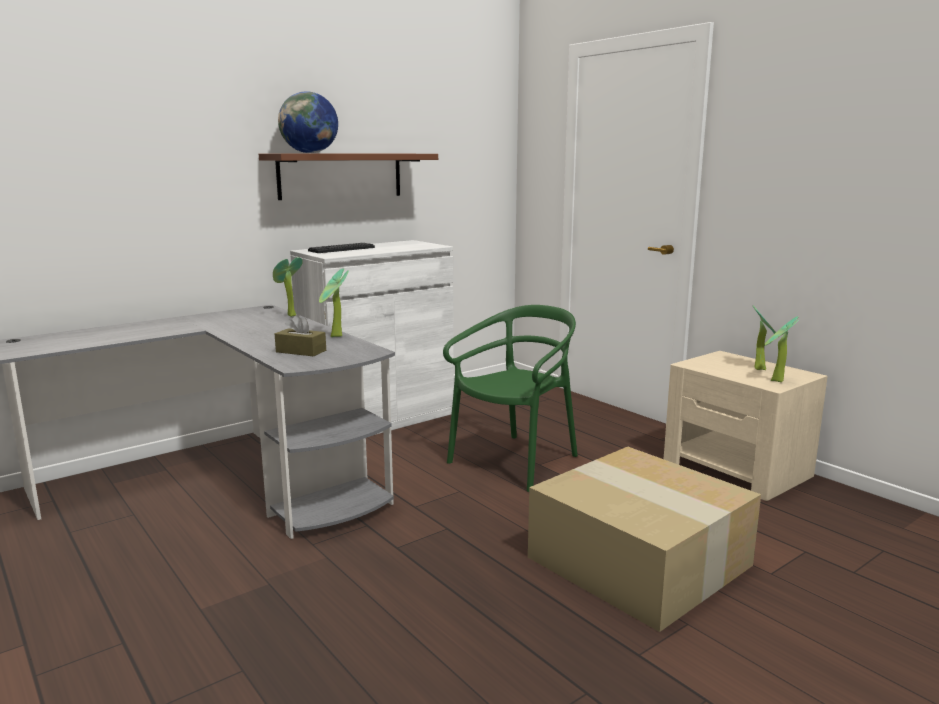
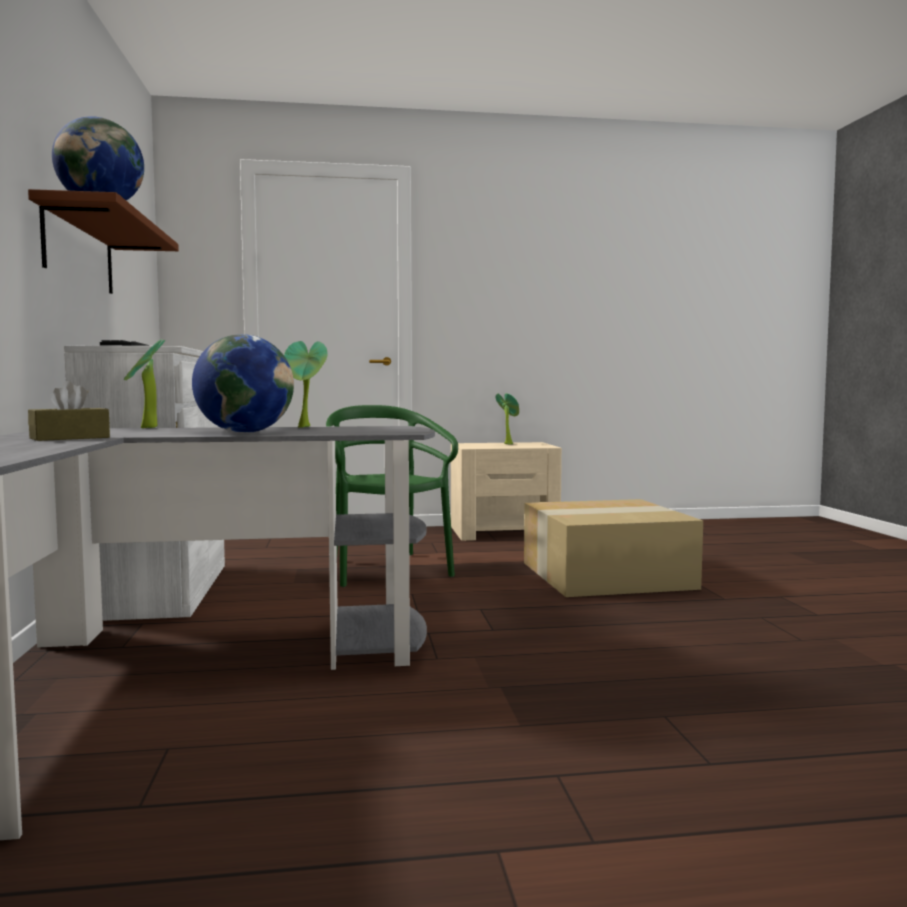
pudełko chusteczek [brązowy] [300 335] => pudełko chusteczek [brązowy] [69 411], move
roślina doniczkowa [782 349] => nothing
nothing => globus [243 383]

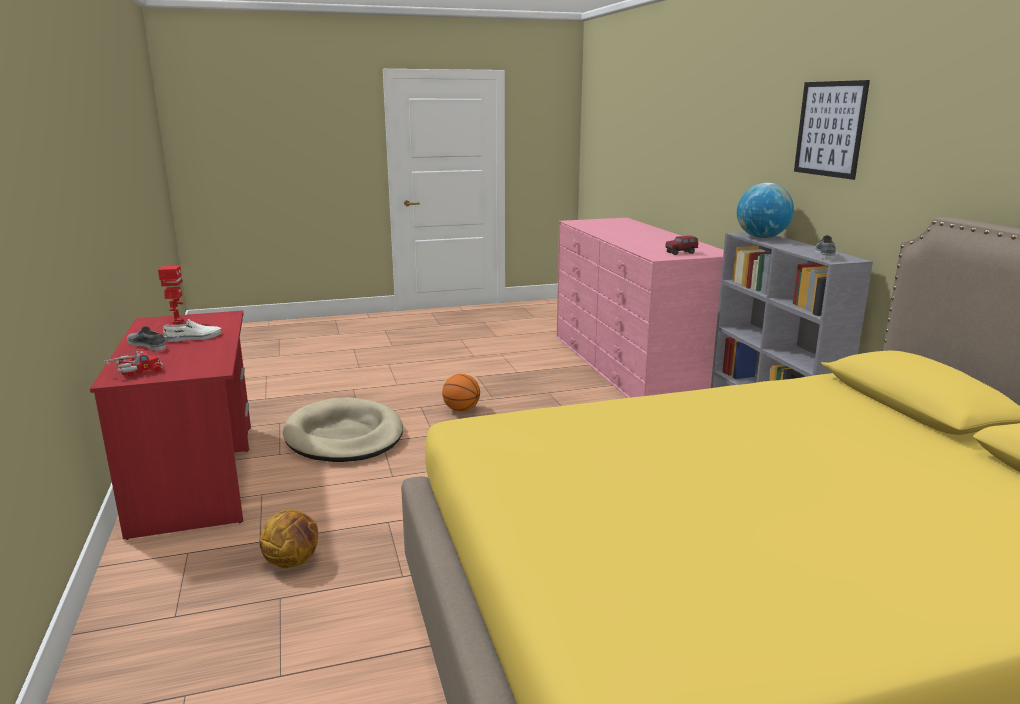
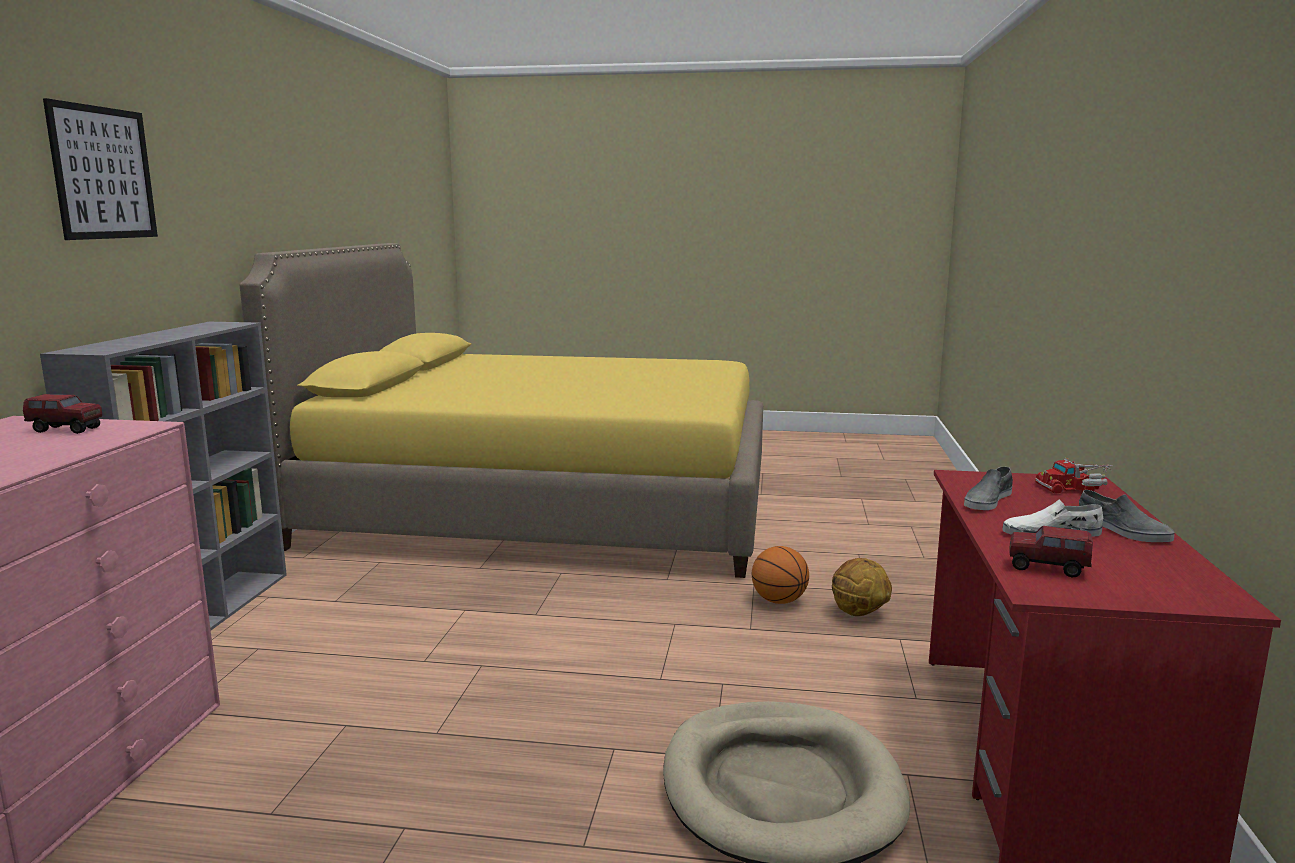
robot zabawkowy [171 295] => nothing
piłka do koszykówki [461 393] => piłka do koszykówki [780 575], move
globus [765 210] => nothing
but [szary] [825 247] => but [szary] [988 488], move
nothing => ciężarówka zabawkowa [1051 551]

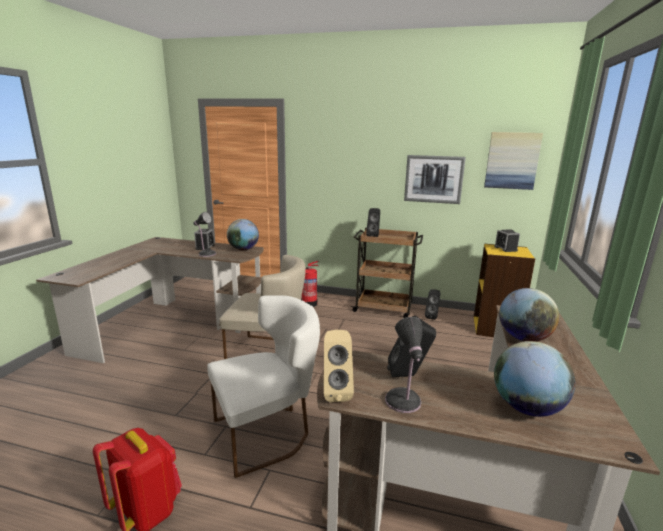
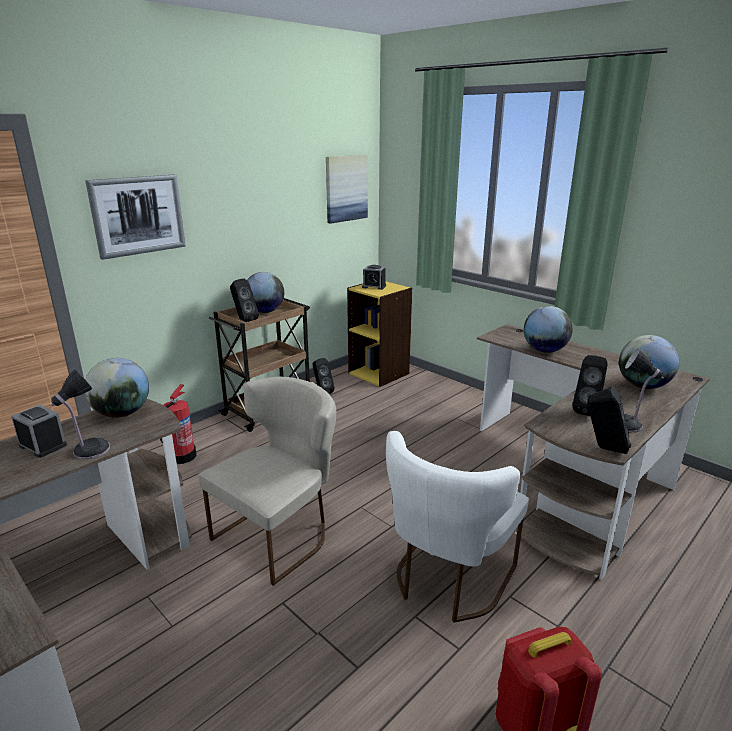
krzesło [biały] [263 386] => krzesło [biały] [457 527], 150 degrees counterclockwise
głośnik [beżowy] [339 366] => głośnik [czarny] [609 420]
obraz [435 179] => obraz [135 217], move
nothing => globus [265 292]

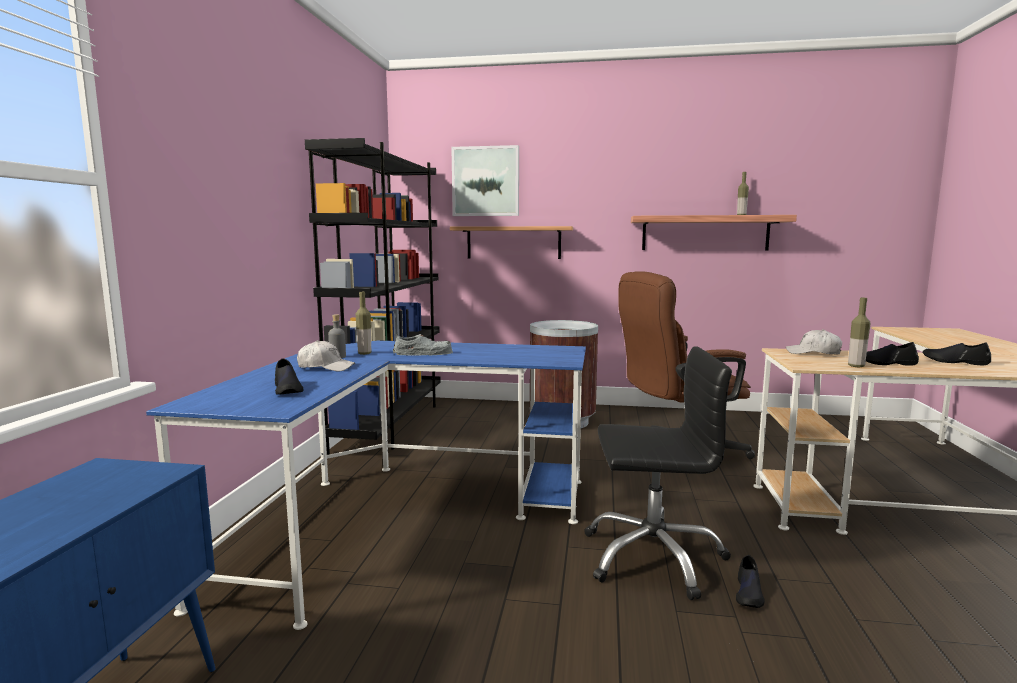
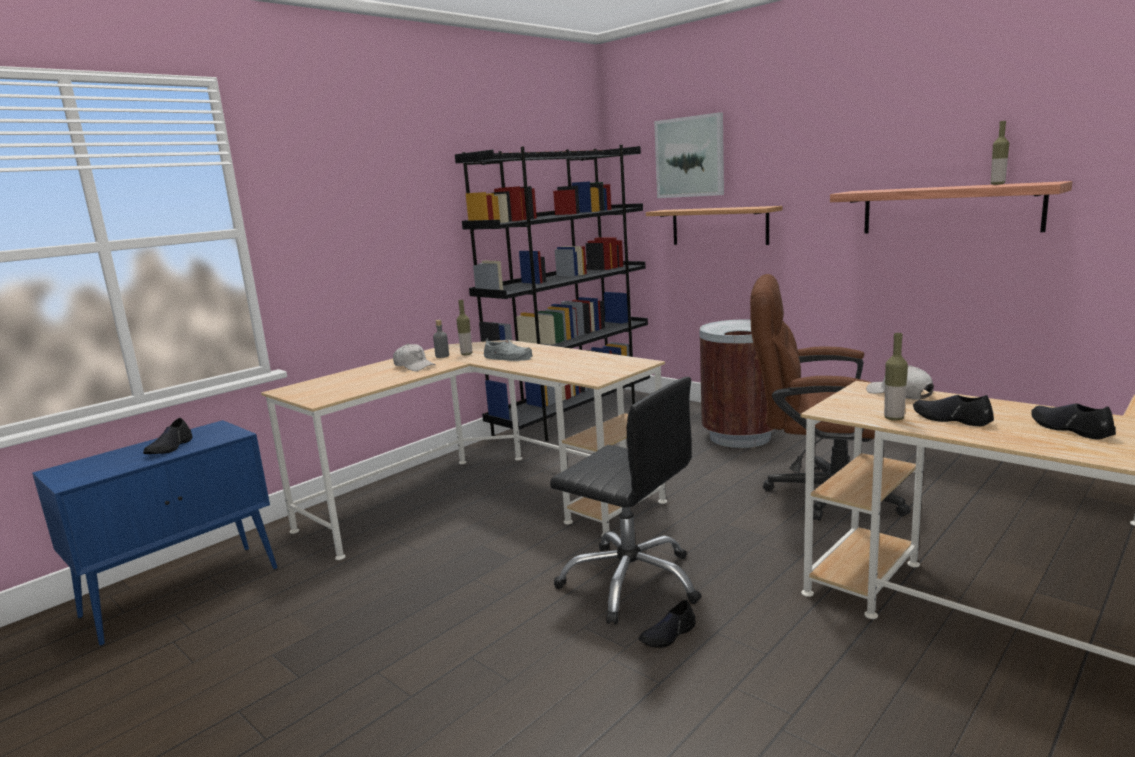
biurko [niebieski] [366 485] => biurko [beżowy] [464 450]
but [czarny] [289 376] => but [czarny] [167 436], move

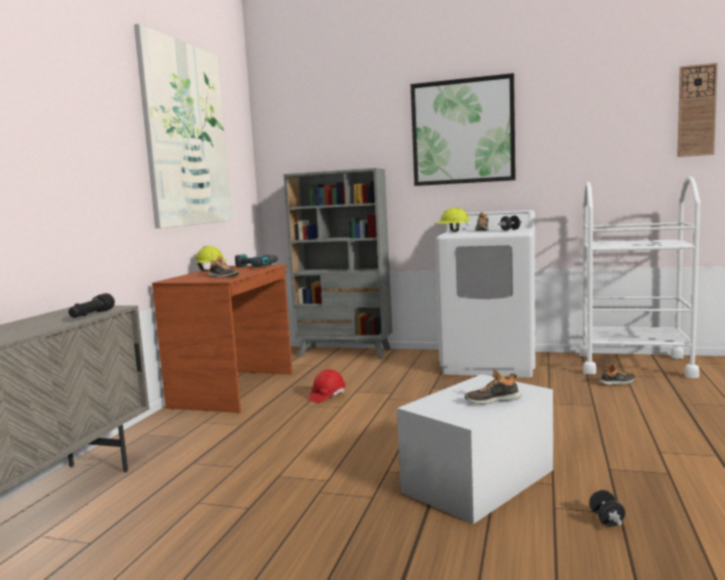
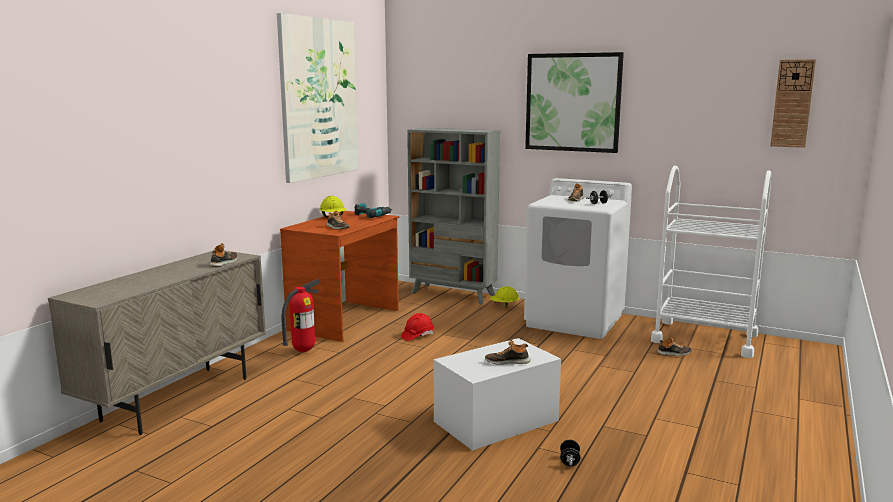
latarka [czarny] [91 305] => but [223 255]
kask [żółty] [453 219] => kask [żółty] [505 296], move
nothing => gaśnica [301 315]

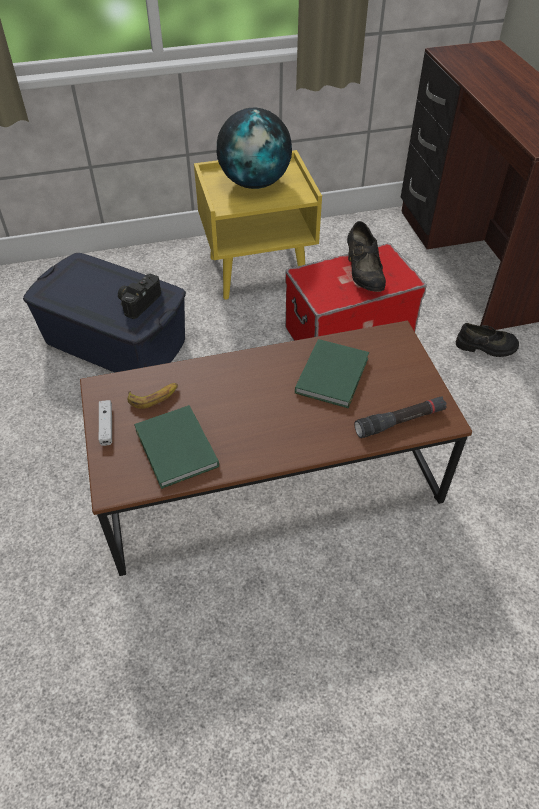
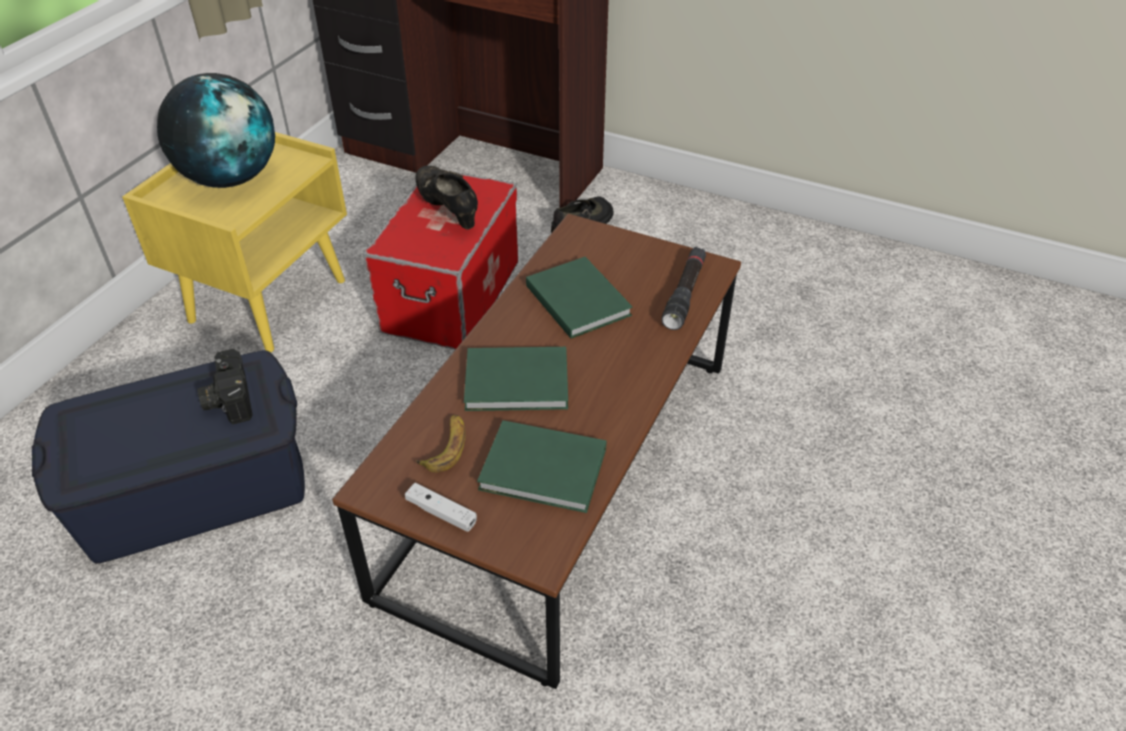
but [czarny] [366 256] => but [czarny] [446 197], 150 degrees counterclockwise
nothing => książka [zielony] [516 379]

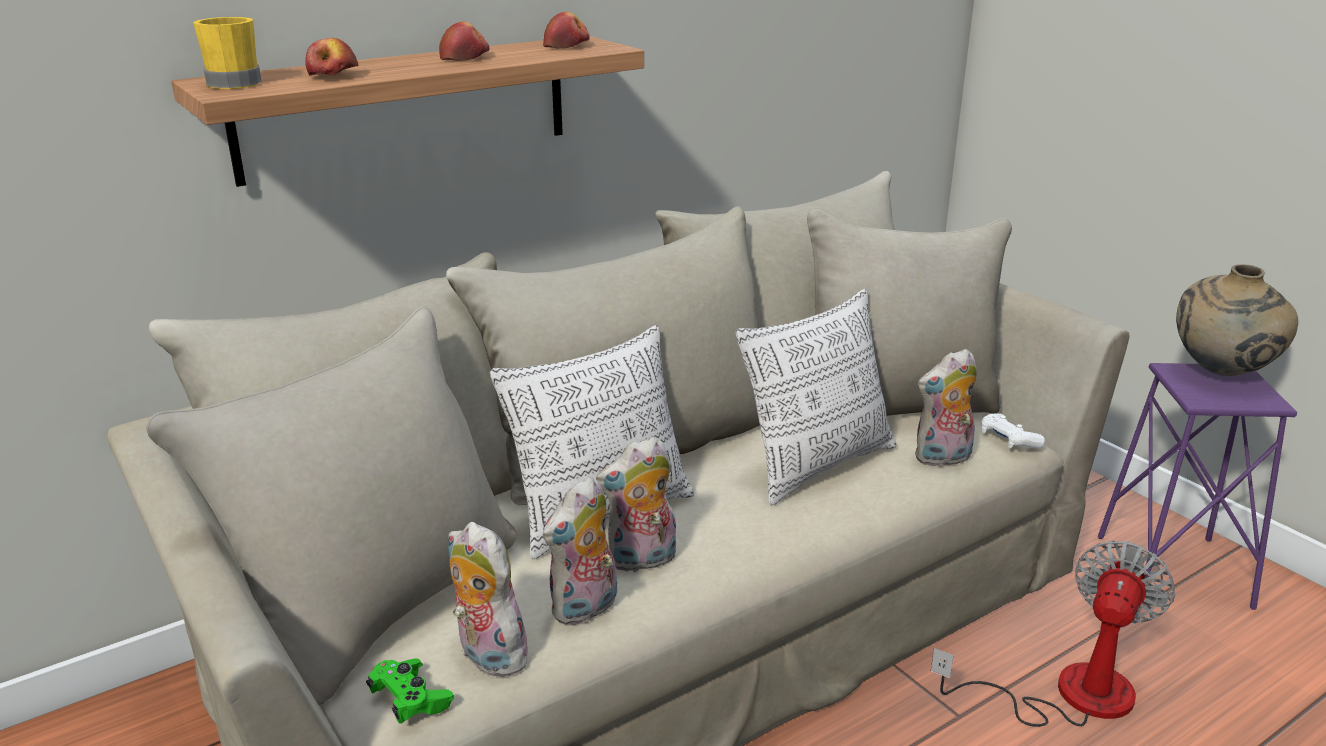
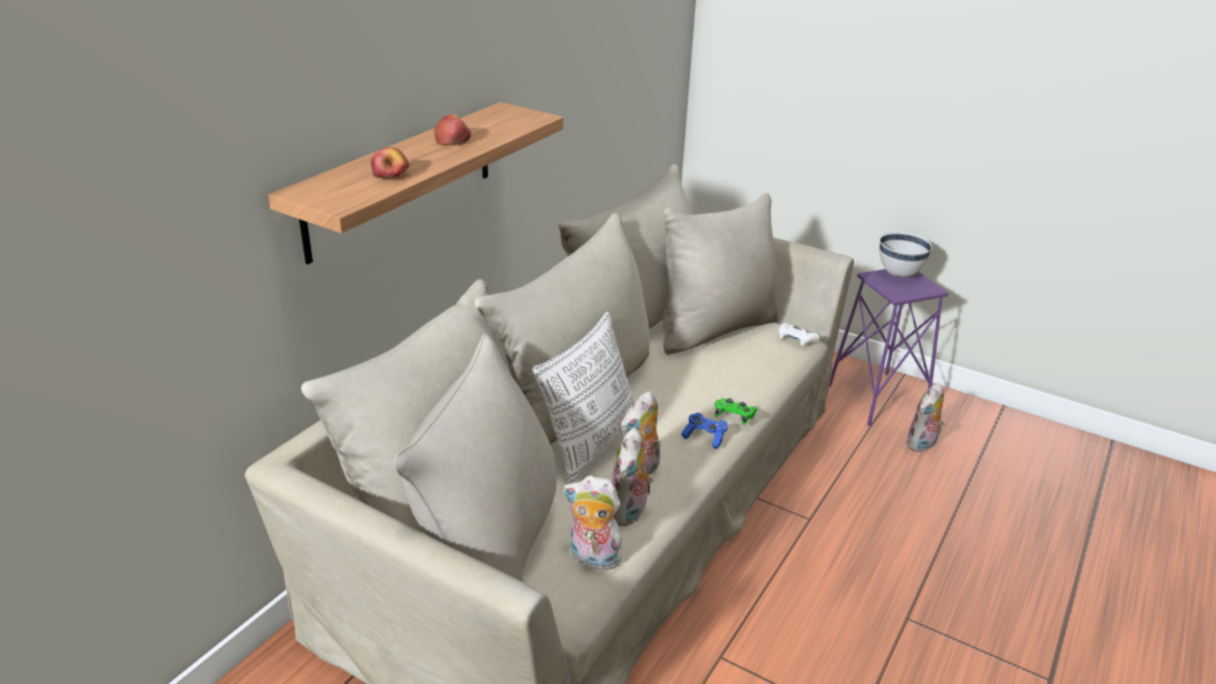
kubek [żółty] [227 53] => nothing
pad do gier [zielony] [410 691] => pad do gier [zielony] [736 411], move
jabłko [566 30] => nothing
poduszka [816 397] => nothing
pluszak [946 408] => pluszak [925 417], move
wentylator [1053 634] => nothing
wazon [beżowy] [1237 320] => miska [biały] [905 254]
nothing => pad do gier [niebieski] [704 431]

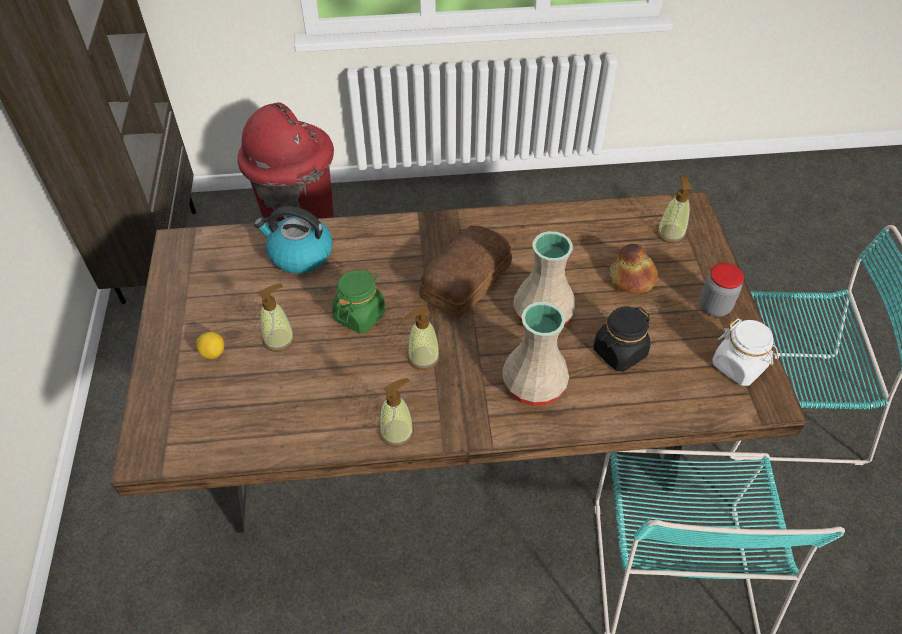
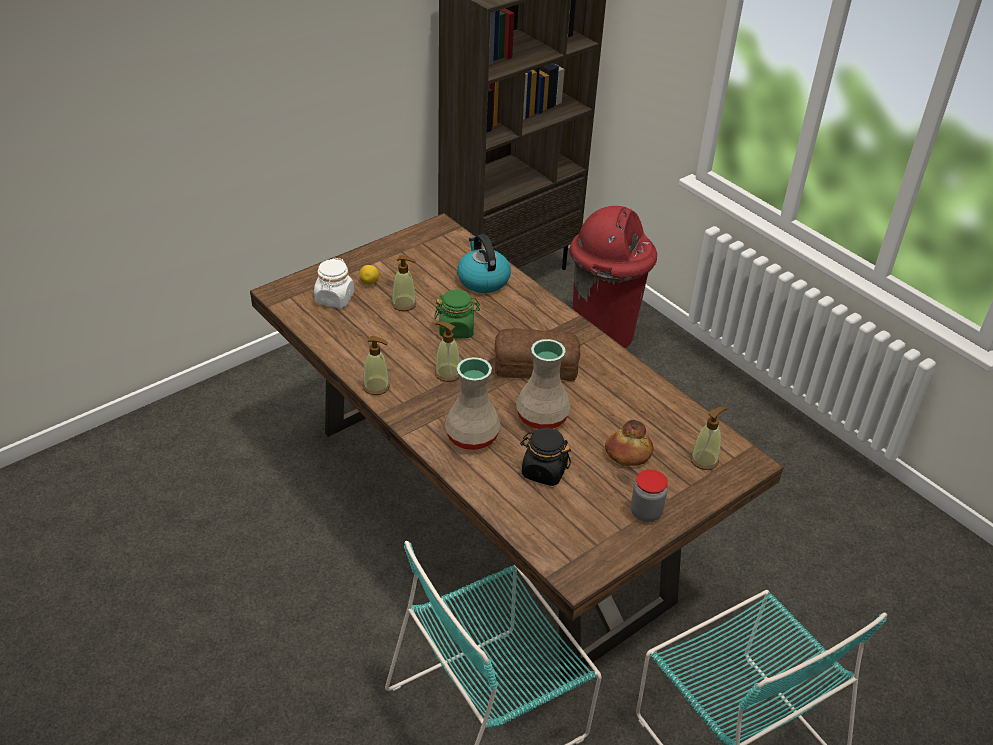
słoik [biały] [745 352] => słoik [biały] [334 283], move

